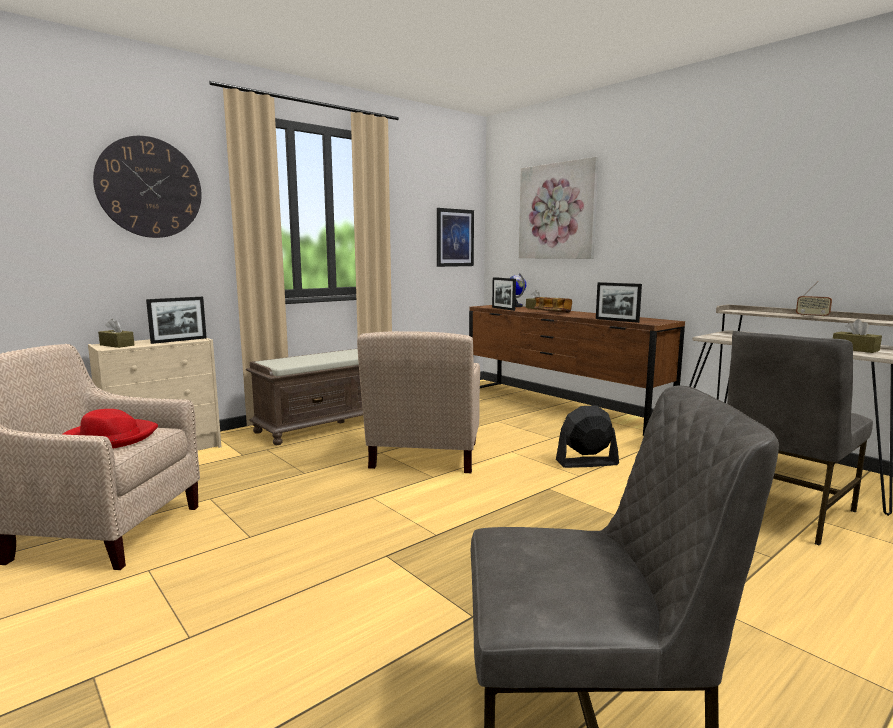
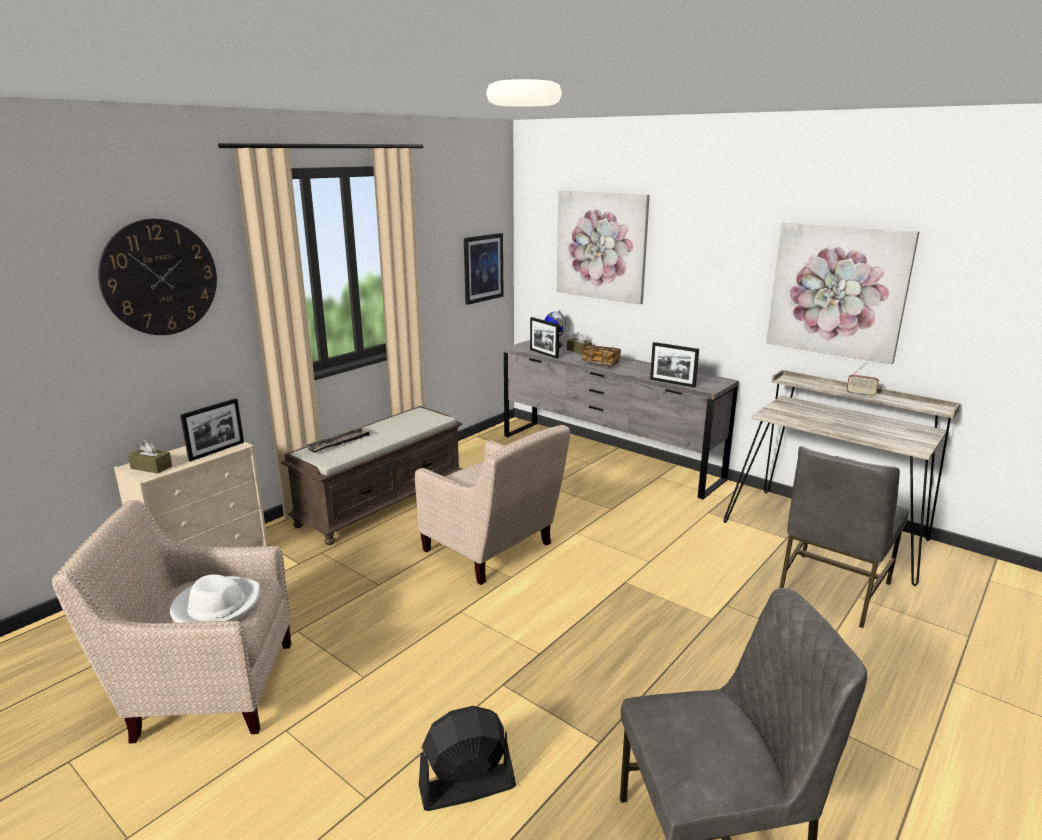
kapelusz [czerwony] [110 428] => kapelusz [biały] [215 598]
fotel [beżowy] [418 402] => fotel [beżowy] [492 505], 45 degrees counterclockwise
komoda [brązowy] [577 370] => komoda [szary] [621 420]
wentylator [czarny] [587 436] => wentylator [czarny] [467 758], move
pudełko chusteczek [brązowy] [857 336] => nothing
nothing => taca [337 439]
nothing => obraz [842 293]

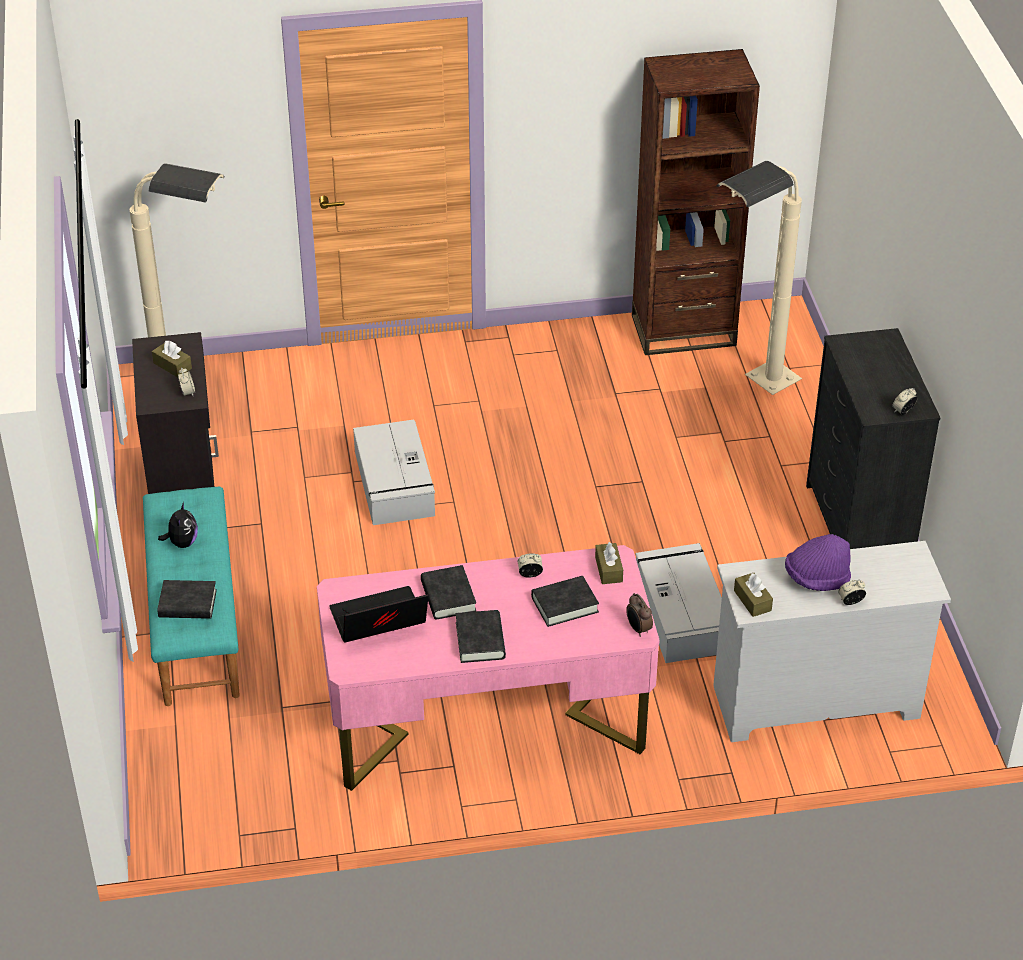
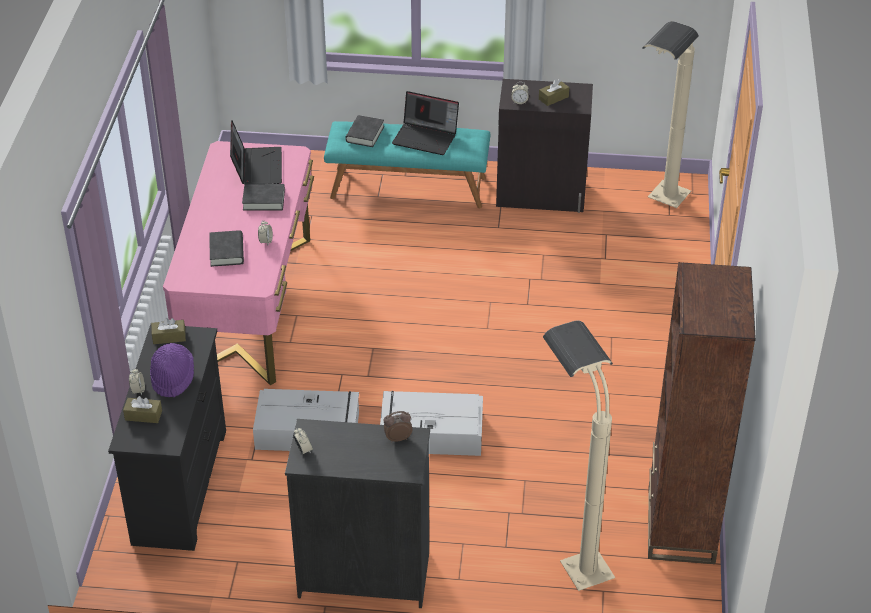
pluszak [178 525] => laptop [425 123]
pojemnik do przechowywania [szary] [394 472] => pojemnik do przechowywania [szary] [431 423], move
książka [czarny] [481 636] => nothing
pudełko chusteczek [brązowy] [609 563] => pudełko chusteczek [brązowy] [142 409], move
budzik [640 615] => budzik [398 427], move
komoda [biały] [832 641] => komoda [czarny] [167 437]

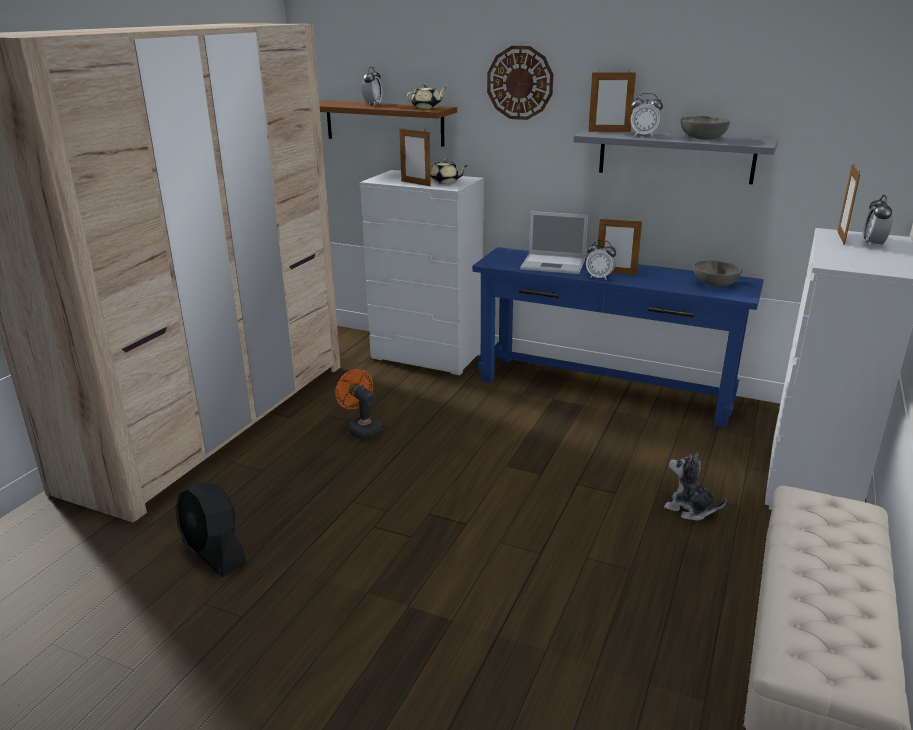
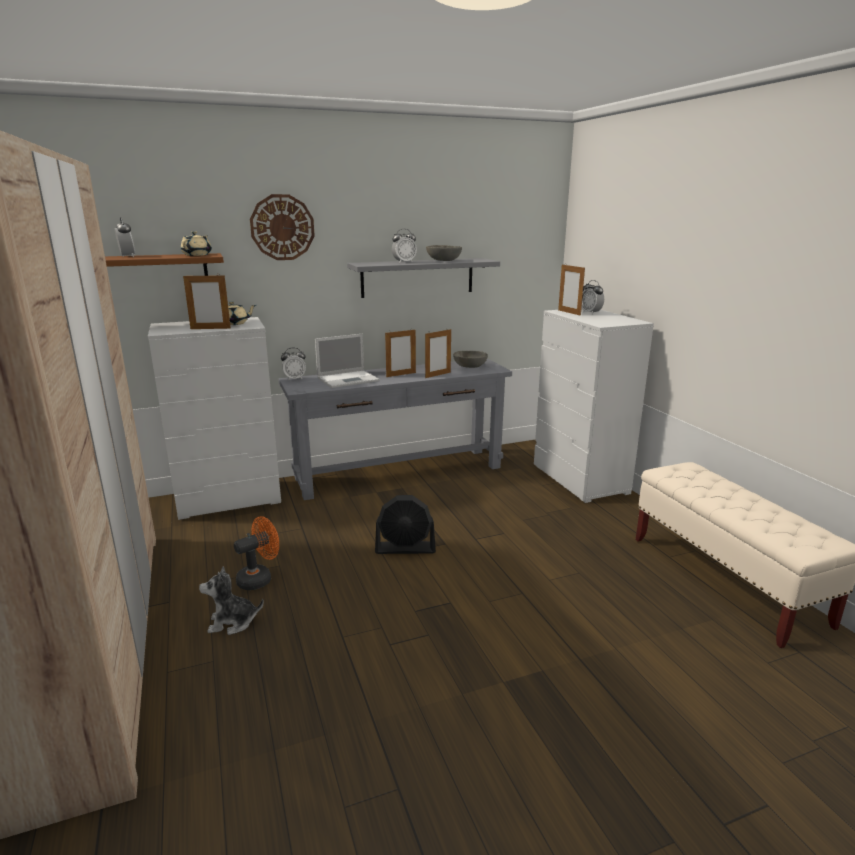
wentylator [czarny] [211 530] => wentylator [czarny] [405 524], move
wentylator [pomarańczowy] [358 404] => wentylator [pomarańczowy] [256 553], 135 degrees clockwise
stolik konsolowy [niebieski] [618 337] => stolik konsolowy [szary] [395 429]
budzik [601 260] => budzik [293 364], move
ramka na zdjęcie [612 101] => ramka na zdjęcie [438 353], move
pluszak [695 486] => pluszak [231 601], move

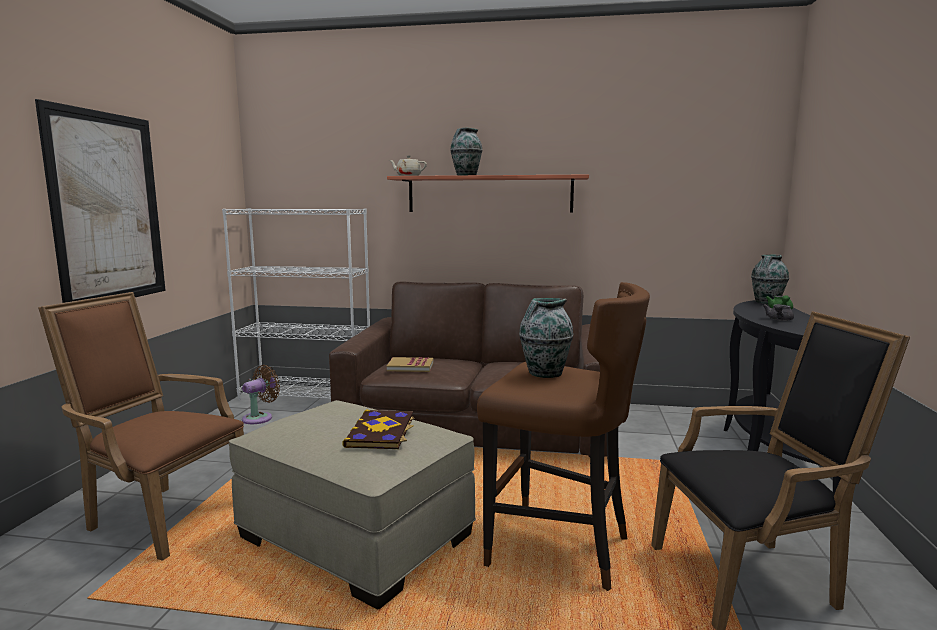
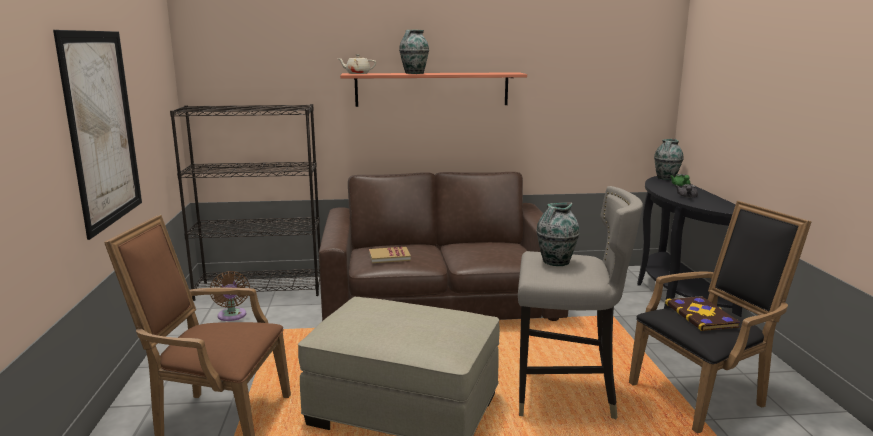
regał [biały] [296 304] => regał [czarny] [245 202]
wentylator [brązowy] [261 394] => wentylator [brązowy] [230 296], 135 degrees clockwise
książka [378 429] => książka [702 313], move
stołek [brązowy] [563 436] => stołek [szary] [580 302]

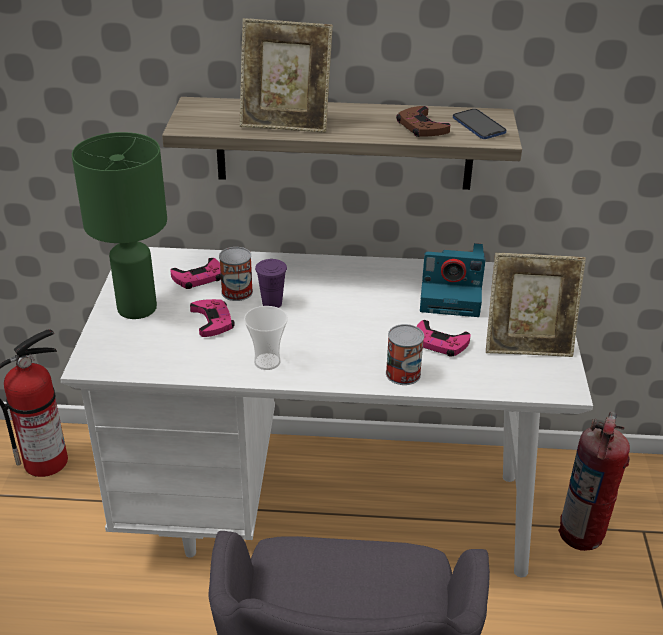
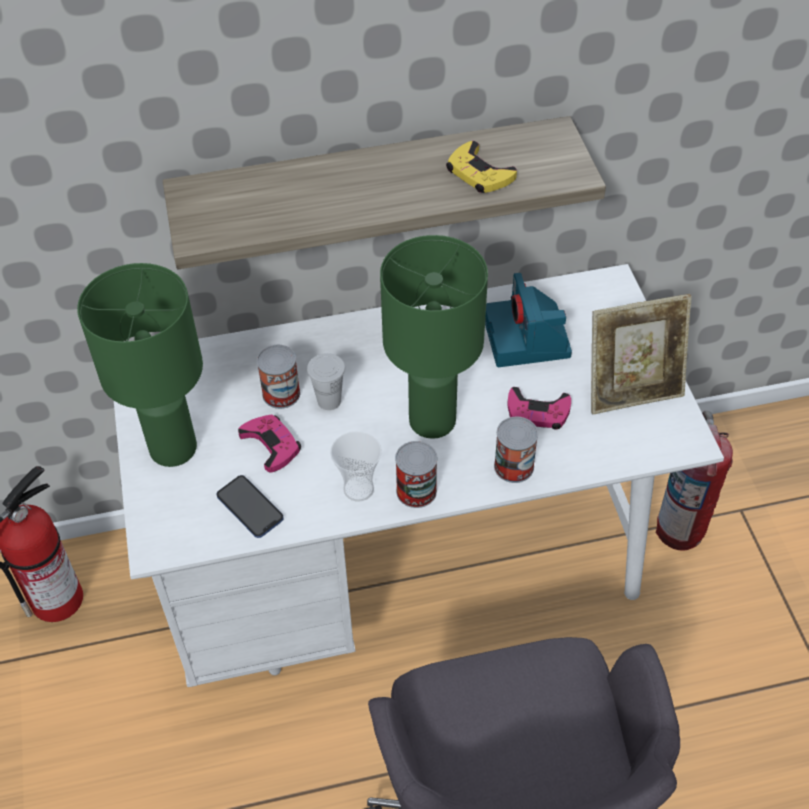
pad do gier [różowy] [195 273] => nothing
ramka na zdjęcie [286 75] => nothing
filiżanka [fioletowy] [271 283] => filiżanka [biały] [326 381]
pad do gier [brązowy] [423 121] => pad do gier [żółty] [481 167]
aparat fotograficzny [452 280] => aparat fotograficzny [528 320], 90 degrees clockwise
telefon [479 124] => telefon [250 506], move
nothing => lampa stołowa [zielony] [434 337]
nothing => puszka [416 474]

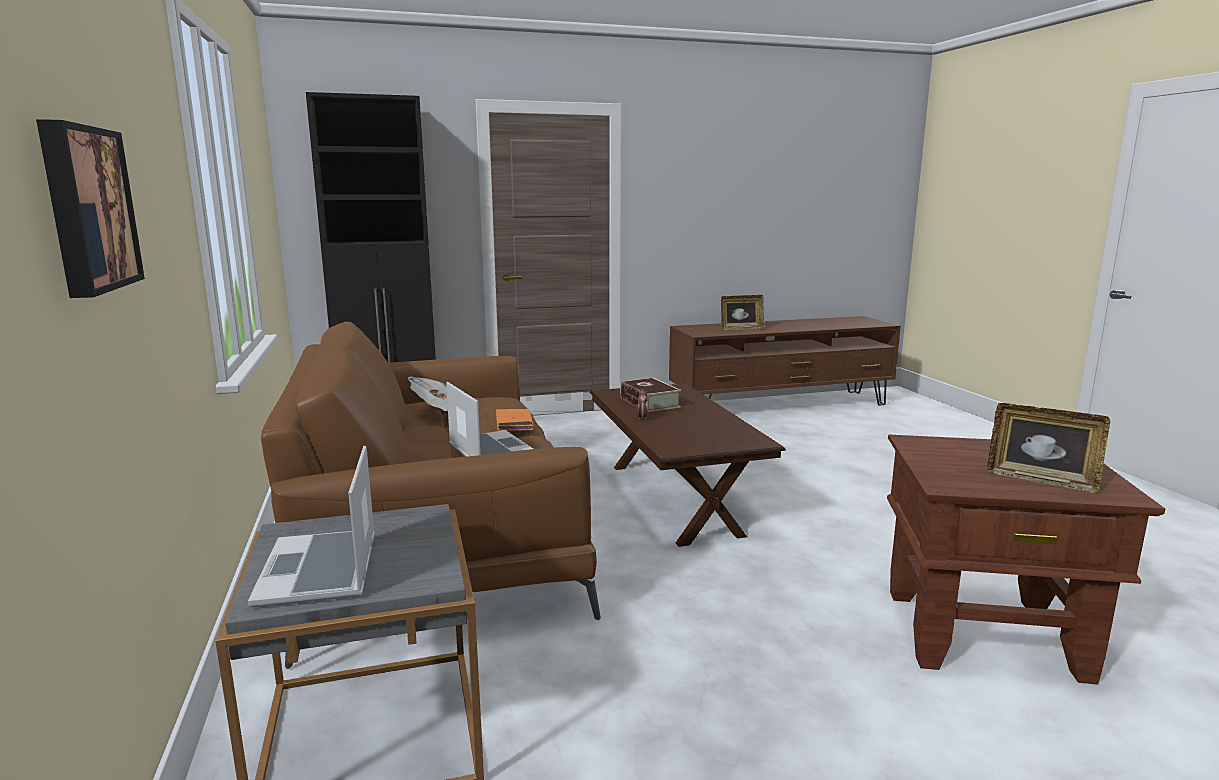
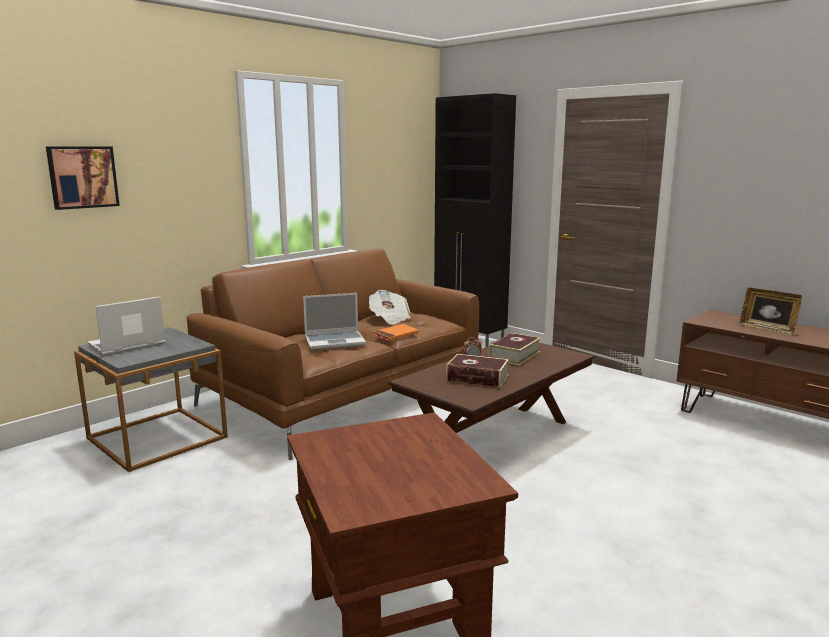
laptop [489 419] => laptop [334 321], 45 degrees clockwise
ramka na zdjęcie [1048 448] => nothing
nothing => książka [477 371]

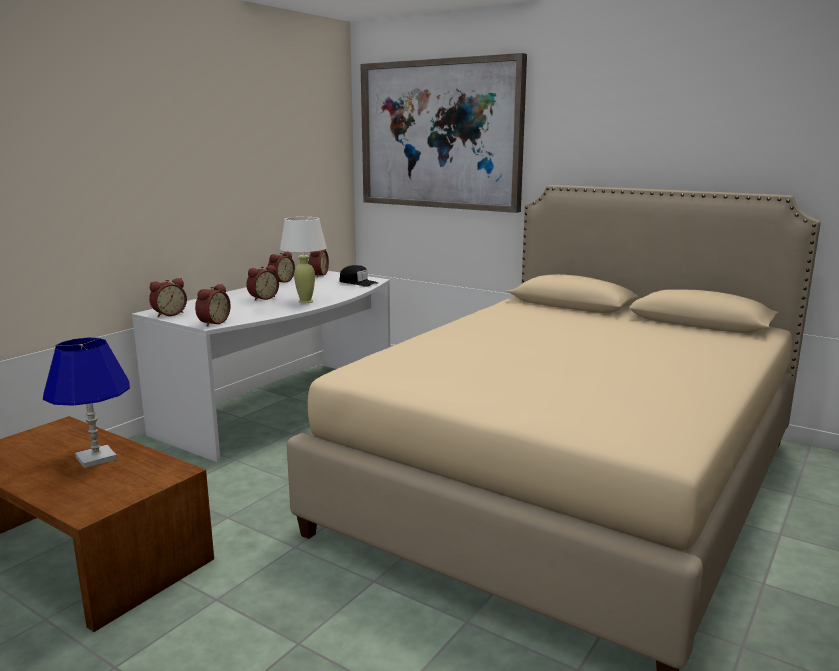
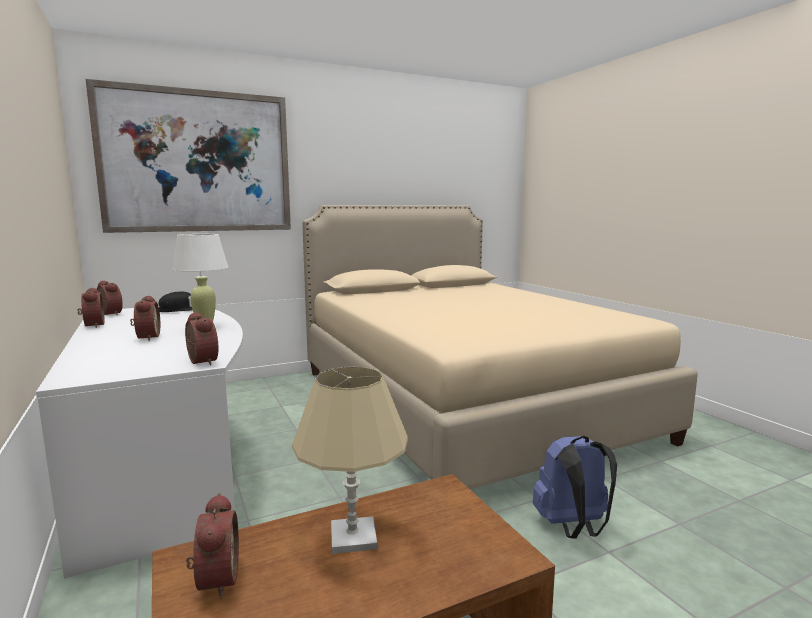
lampa stołowa [niebieski] [86 403] => lampa stołowa [beżowy] [350 460]
budzik [168 297] => budzik [212 546], move
nothing => plecak [niebieski] [575 487]

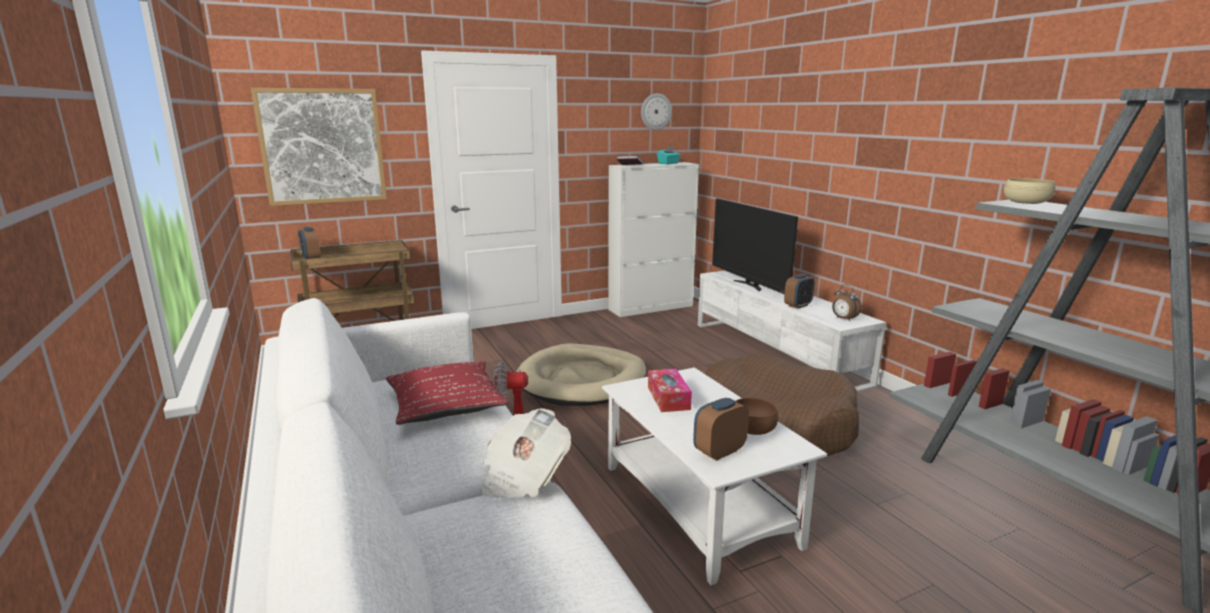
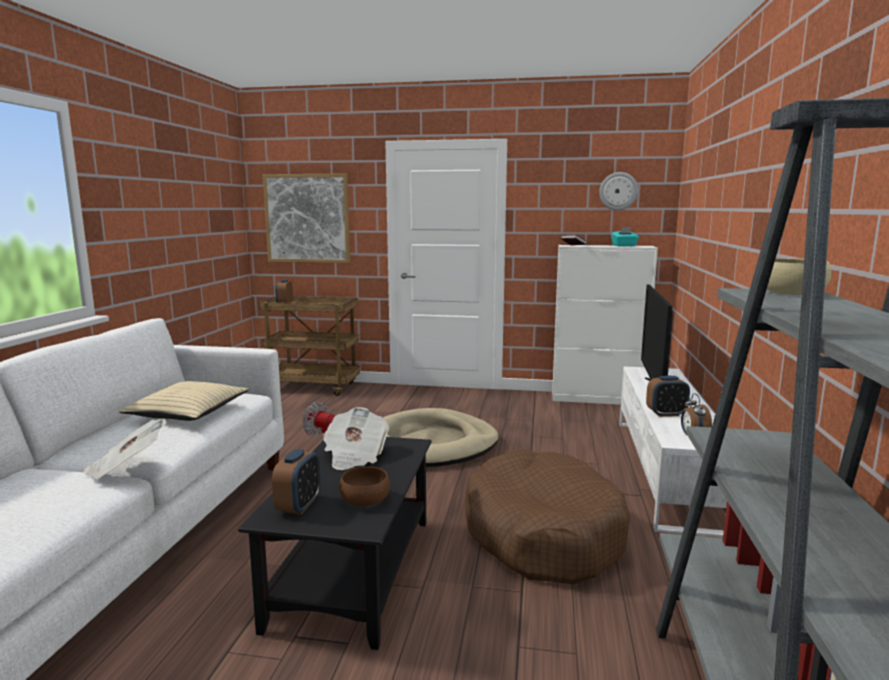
poduszka [czerwony] [447 393] => poduszka [beżowy] [184 401]
ława [biały] [714 476] => ława [czarny] [335 543]
pudełko chusteczek [670 390] => gazeta [356 438]
budzik [721 429] => budzik [296 482], 105 degrees clockwise

